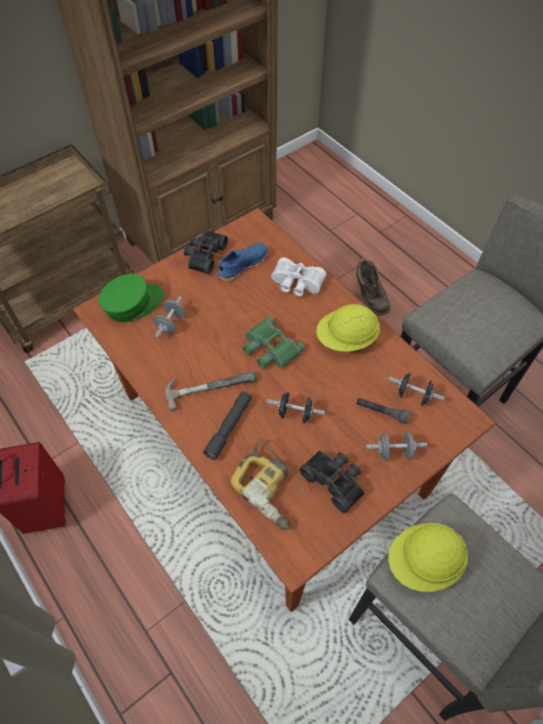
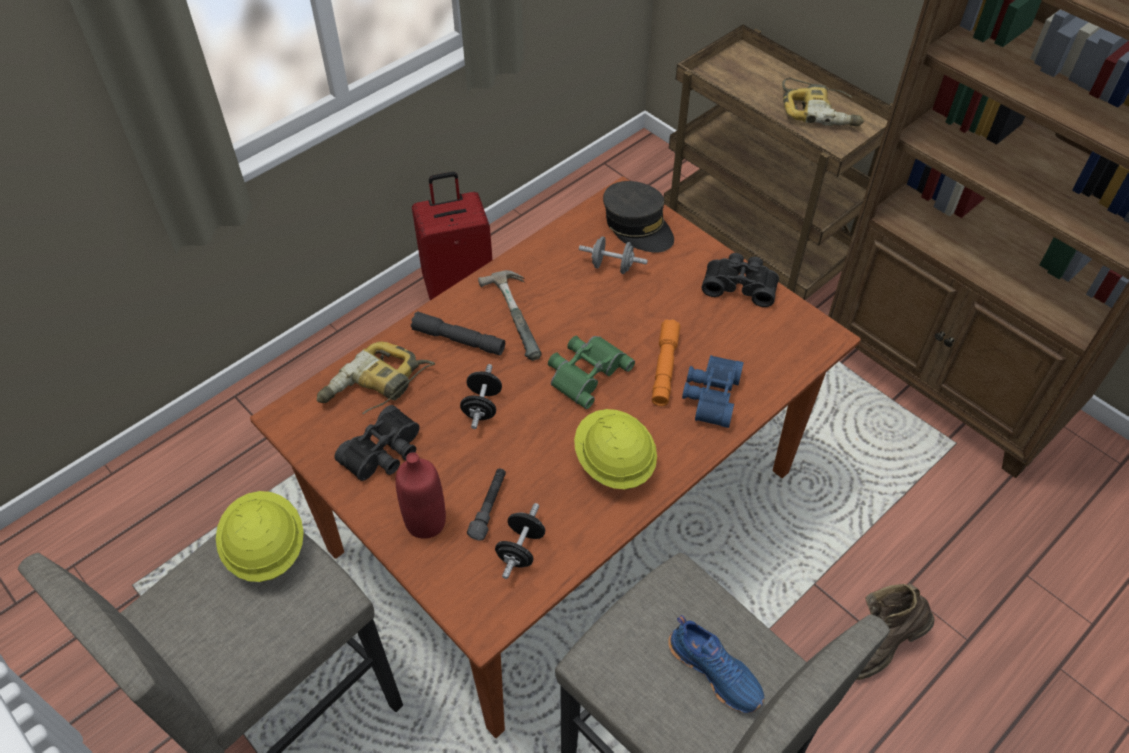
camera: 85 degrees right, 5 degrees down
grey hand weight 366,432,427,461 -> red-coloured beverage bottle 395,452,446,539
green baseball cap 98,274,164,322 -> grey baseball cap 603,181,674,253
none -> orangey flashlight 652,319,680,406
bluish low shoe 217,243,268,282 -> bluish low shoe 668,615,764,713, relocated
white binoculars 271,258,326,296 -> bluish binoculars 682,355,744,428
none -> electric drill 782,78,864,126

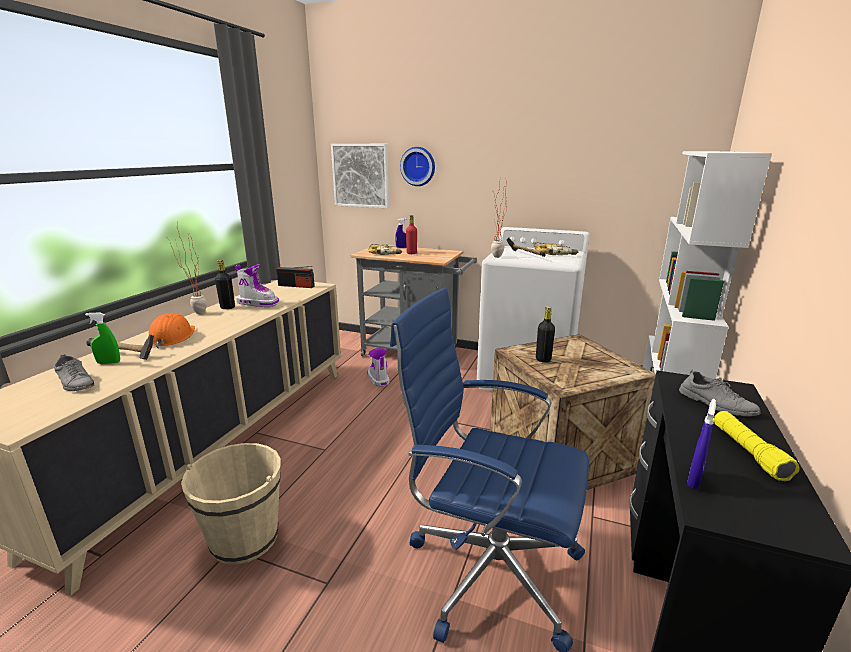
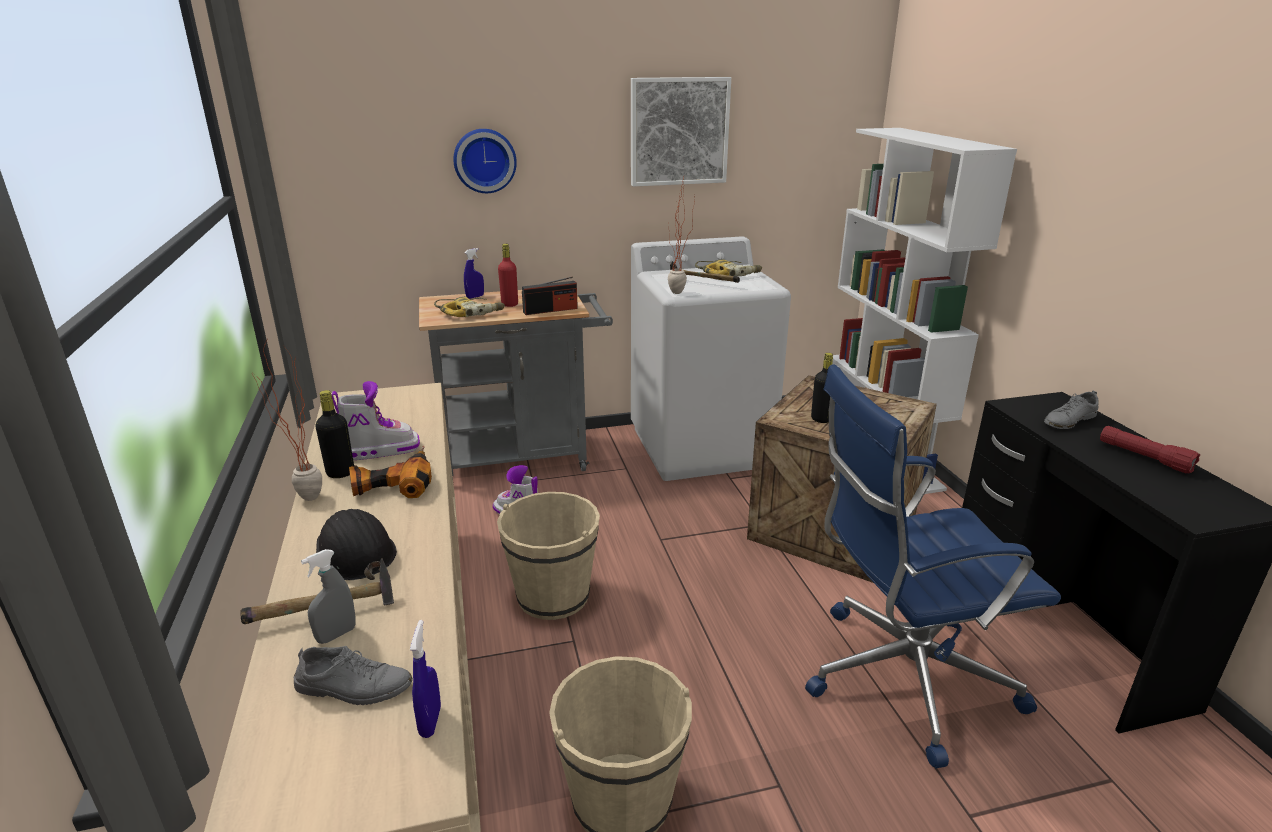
camera: 35 degrees left, 5 degrees up
green hand sprayer 85,313,120,364 -> grey hand sprayer 301,549,356,644
orangey safety helmet 149,313,195,349 -> blackish safety helmet 316,509,397,580
none -> electric drill 349,446,432,498
bluish hand sprayer 687,399,716,489 -> bluish hand sprayer 410,620,441,738, relocated
none -> beige water bucket 497,492,600,620
radio set 276,266,315,288 -> radio set 522,276,578,315, relocated
picture 331,144,389,208 -> picture 631,77,731,187, relocated
grey low shoe 679,369,761,416 -> grey low shoe 1044,390,1099,429, 135 degrees clockwise
yellowish flashlight 714,411,799,481 -> red-coloured flashlight 1100,426,1200,474

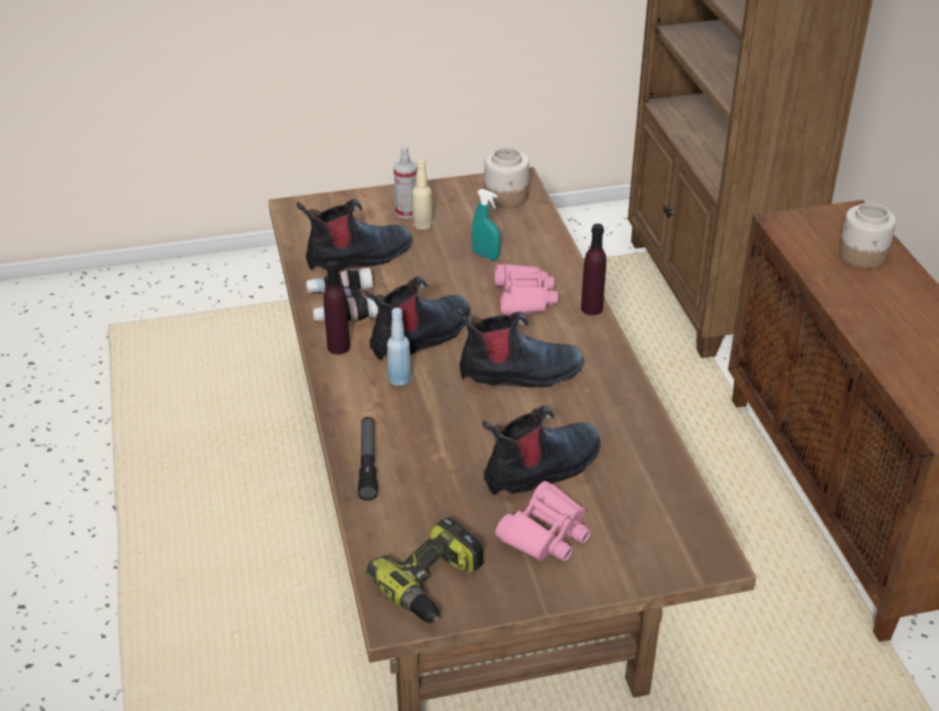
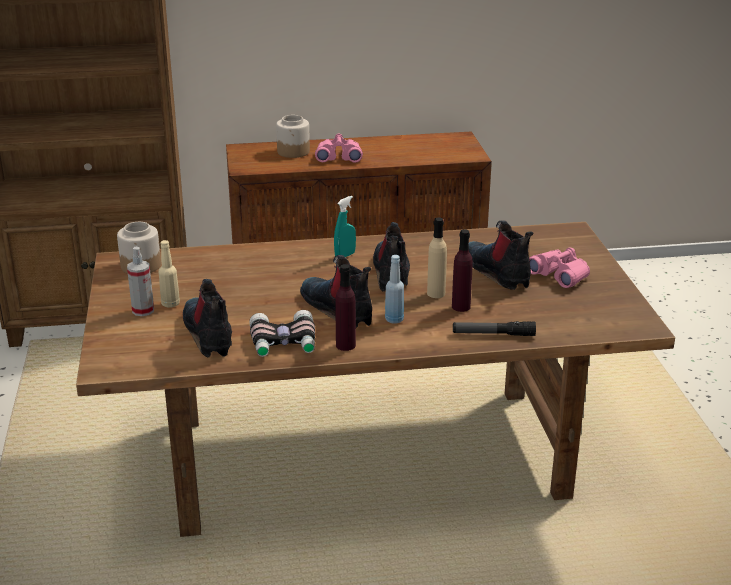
camera: 85 degrees left, 10 degrees down
pink binoculars 495,264,558,315 -> pink binoculars 315,134,363,163, relocated
turquoise-coloured hand sprayer 472,189,500,260 -> turquoise-coloured hand sprayer 334,196,356,257, relocated
none -> beige beverage bottle 427,217,447,298
purple beverage bottle 581,224,606,315 -> purple beverage bottle 452,229,473,312, relocated
electric drill 366,518,484,623 -> none

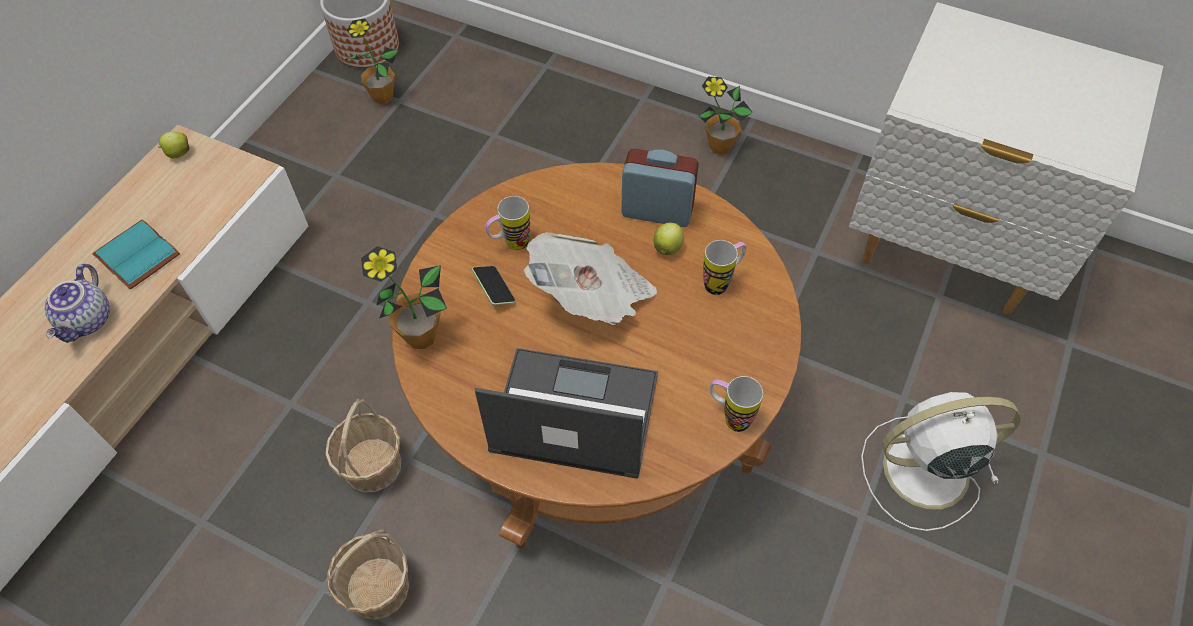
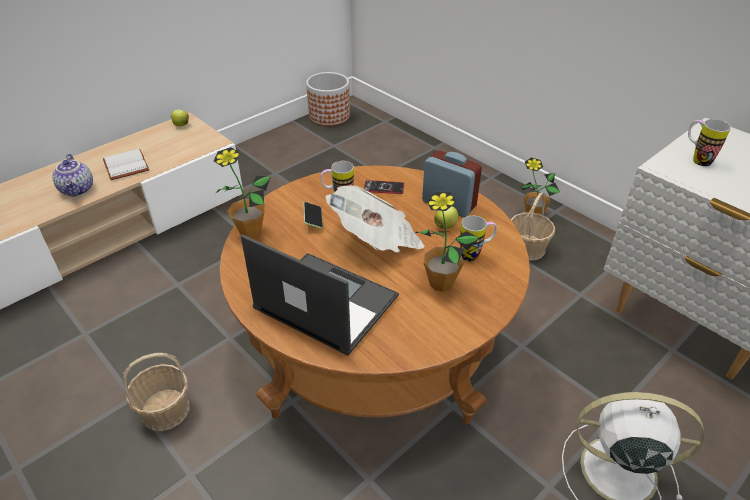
camera: 20 degrees right, 15 degrees down
pot for tea 45,264,110,343 -> pot for tea 52,154,93,197, 45 degrees counterclockwise
turquoise-coloured book 92,220,180,289 -> white book 103,149,149,180
none -> handset 364,180,404,194
plant in a pot 345,18,398,104 -> plant in a pot 414,192,479,292, relocated
household basket 325,399,402,493 -> household basket 511,193,555,261, relocated
coffee mug 710,376,763,432 -> coffee mug 688,119,731,166, relocated

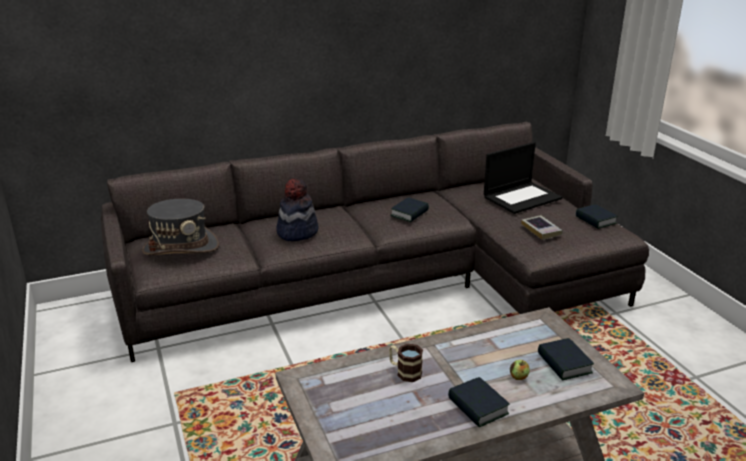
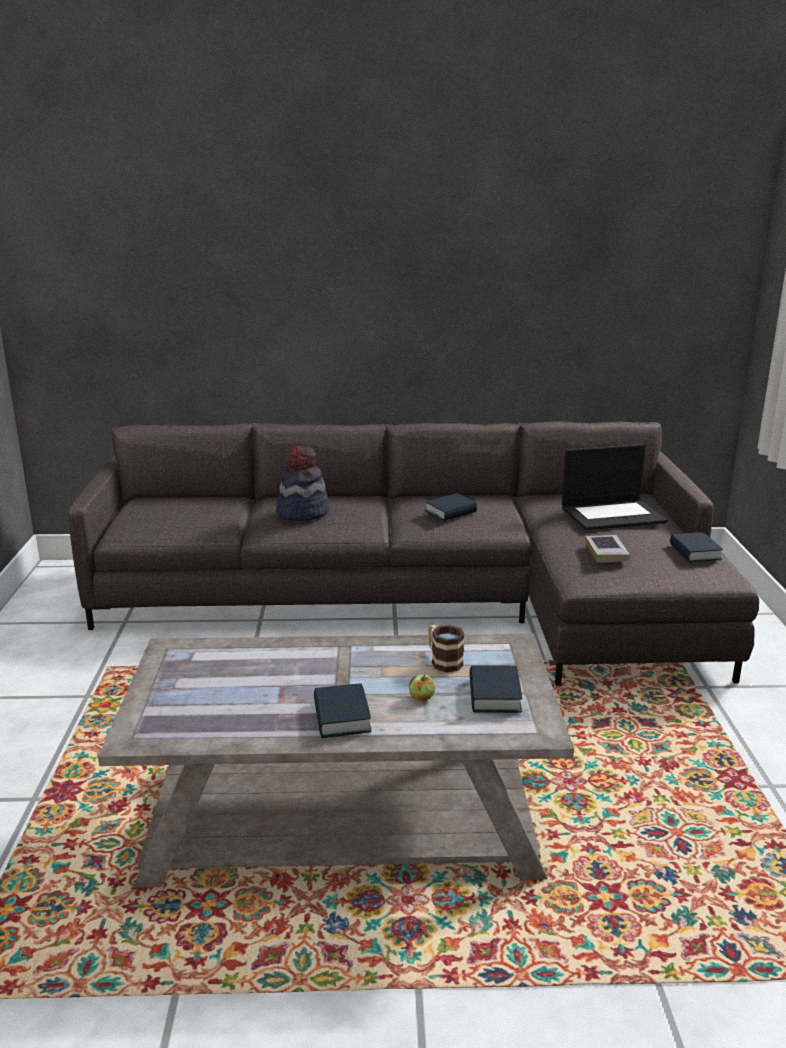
camera: 20 degrees right, 5 degrees down
coffee mug 389,344,423,382 -> coffee mug 428,625,465,672, relocated
grey hat 142,199,219,255 -> none

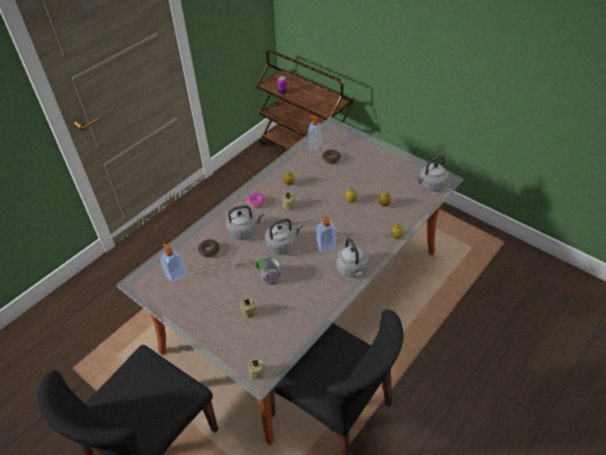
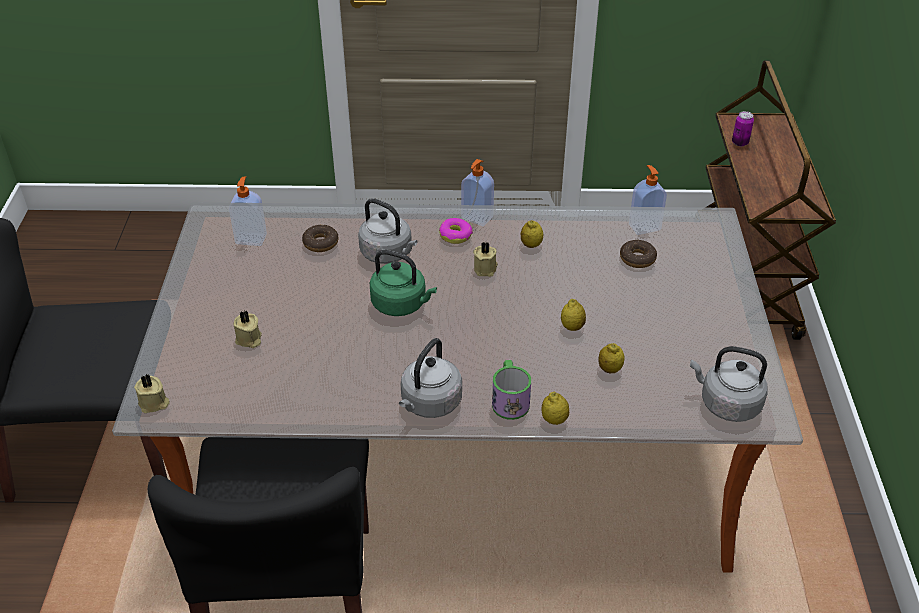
camera: 50 degrees right, 5 degrees down
grey tea kettle 265,219,303,255 -> green tea kettle 370,250,437,316
soap bottle 317,216,336,252 -> soap bottle 461,159,494,226, relocated
coffee mug 255,257,281,285 -> coffee mug 492,360,531,420, relocated

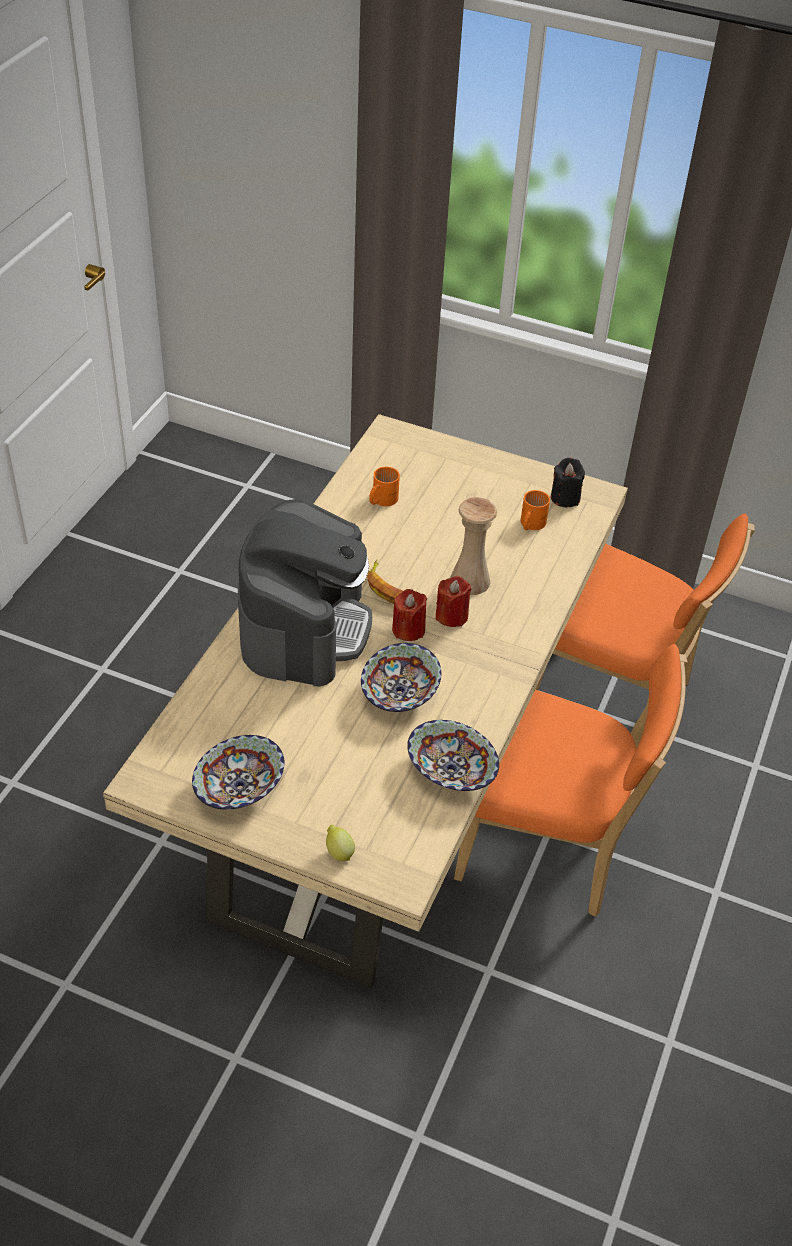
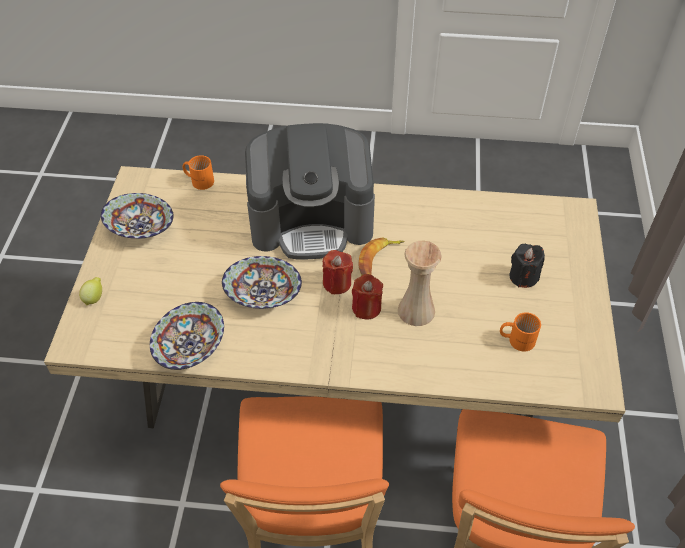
camera: 75 degrees right, 5 degrees up
orangey coffee mug 369,467,400,506 -> orangey coffee mug 183,155,214,190, relocated
blackish wax light 551,458,585,507 -> blackish wax light 509,244,545,288, relocated

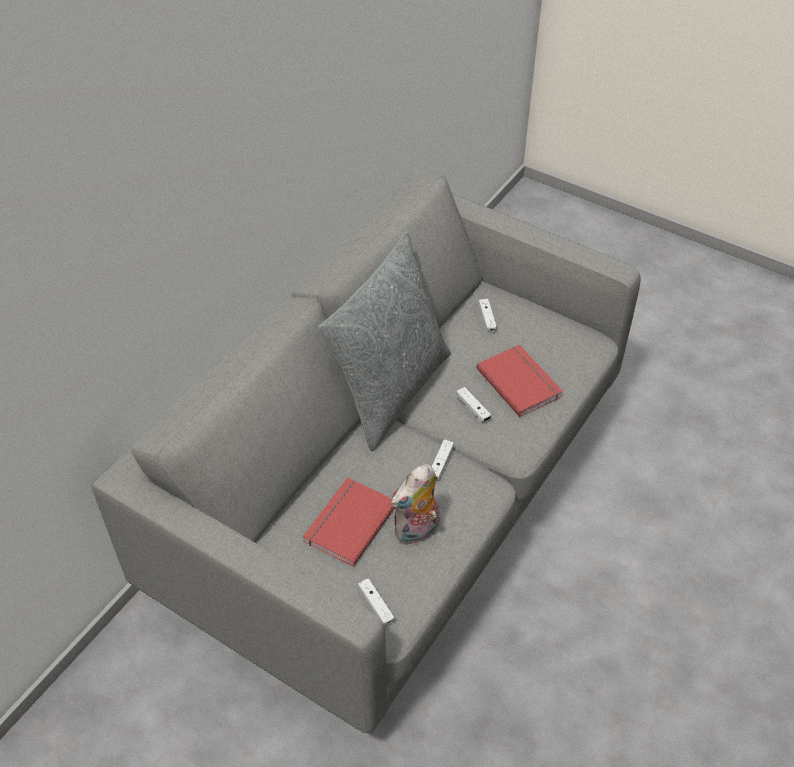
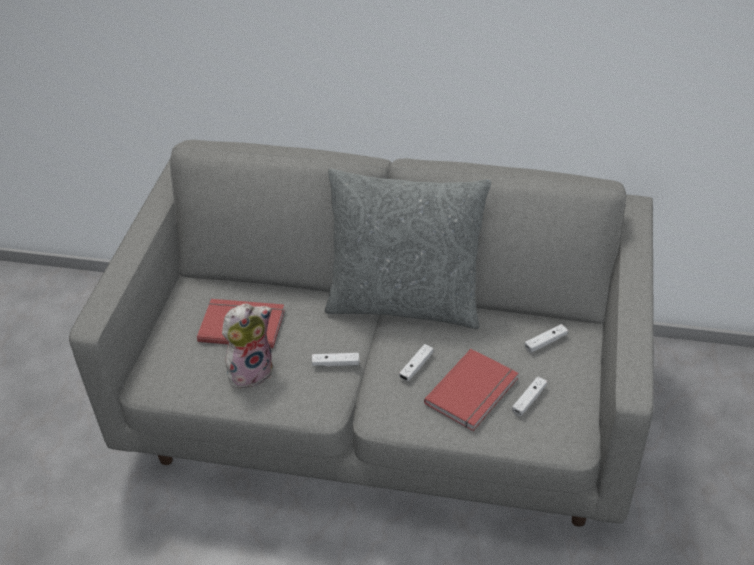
camera: 70 degrees right, 5 degrees down
cuddly toy 391,464,440,546 -> cuddly toy 222,303,273,388, 120 degrees clockwise
white gamepad 358,578,395,627 -> white gamepad 512,376,547,416, relocated

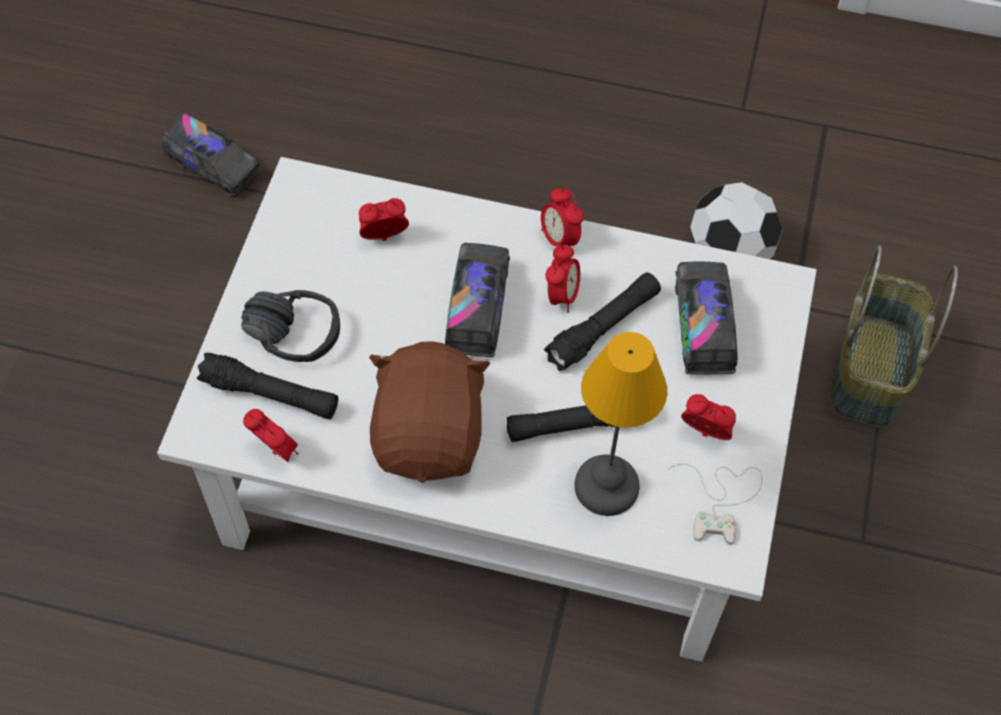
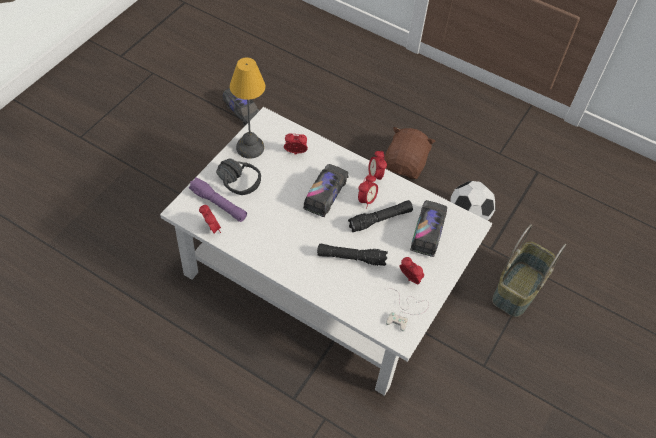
camera: 15 degrees right, 5 degrees down
blackish flashlight 197,353,338,419 -> purple flashlight 189,177,247,222
tabletop lamp 575,332,667,516 -> tabletop lamp 230,57,266,159, relocated
brownish cuddly toy 369,341,491,483 -> brownish cuddly toy 385,127,435,179, relocated

